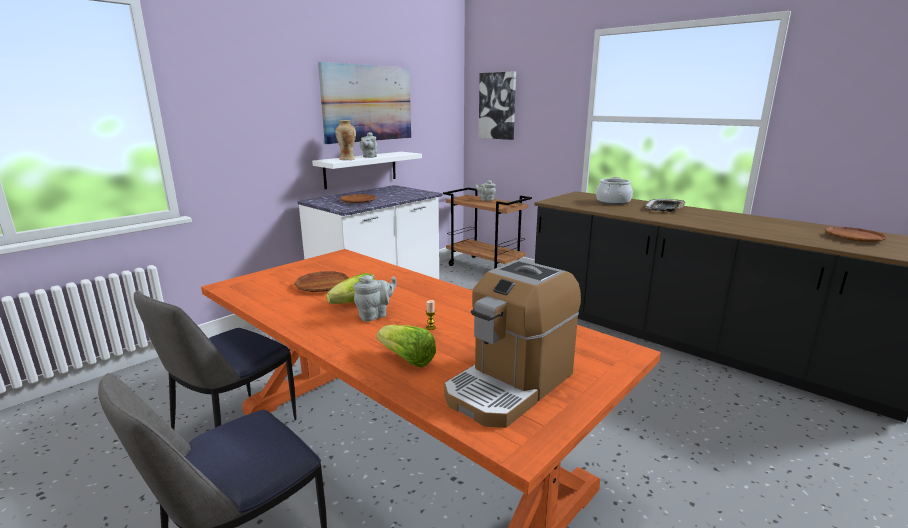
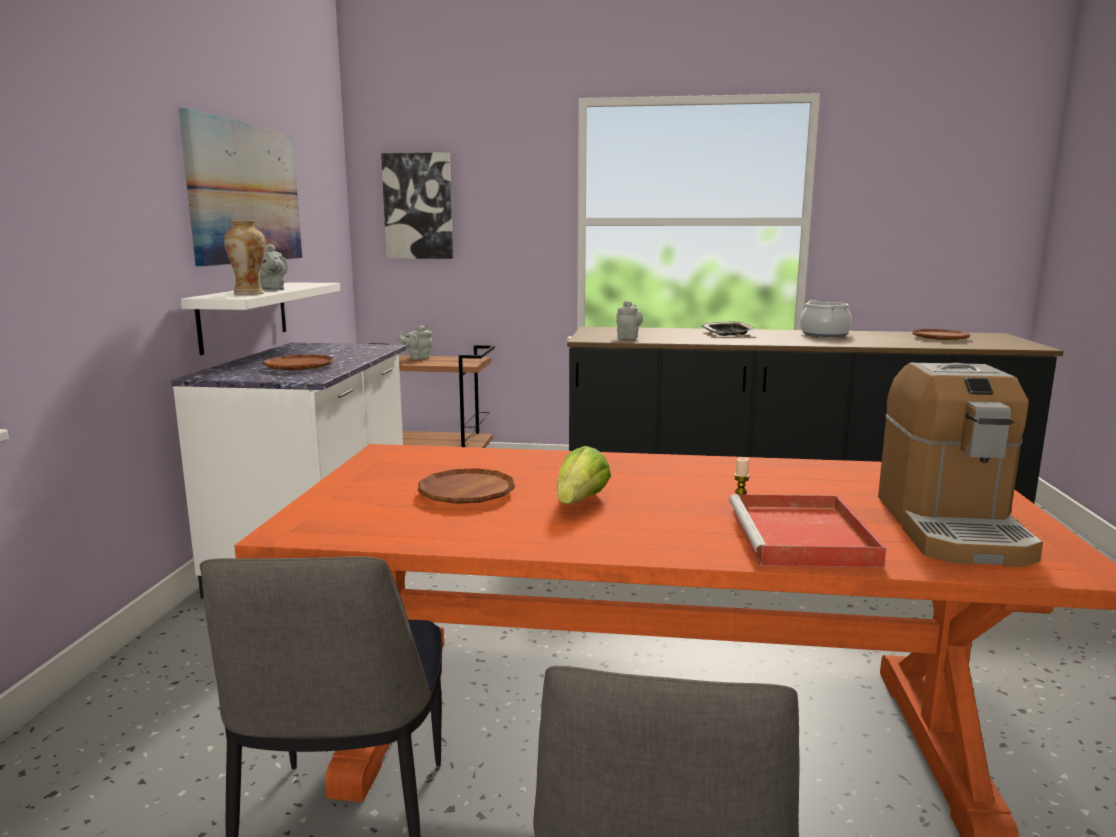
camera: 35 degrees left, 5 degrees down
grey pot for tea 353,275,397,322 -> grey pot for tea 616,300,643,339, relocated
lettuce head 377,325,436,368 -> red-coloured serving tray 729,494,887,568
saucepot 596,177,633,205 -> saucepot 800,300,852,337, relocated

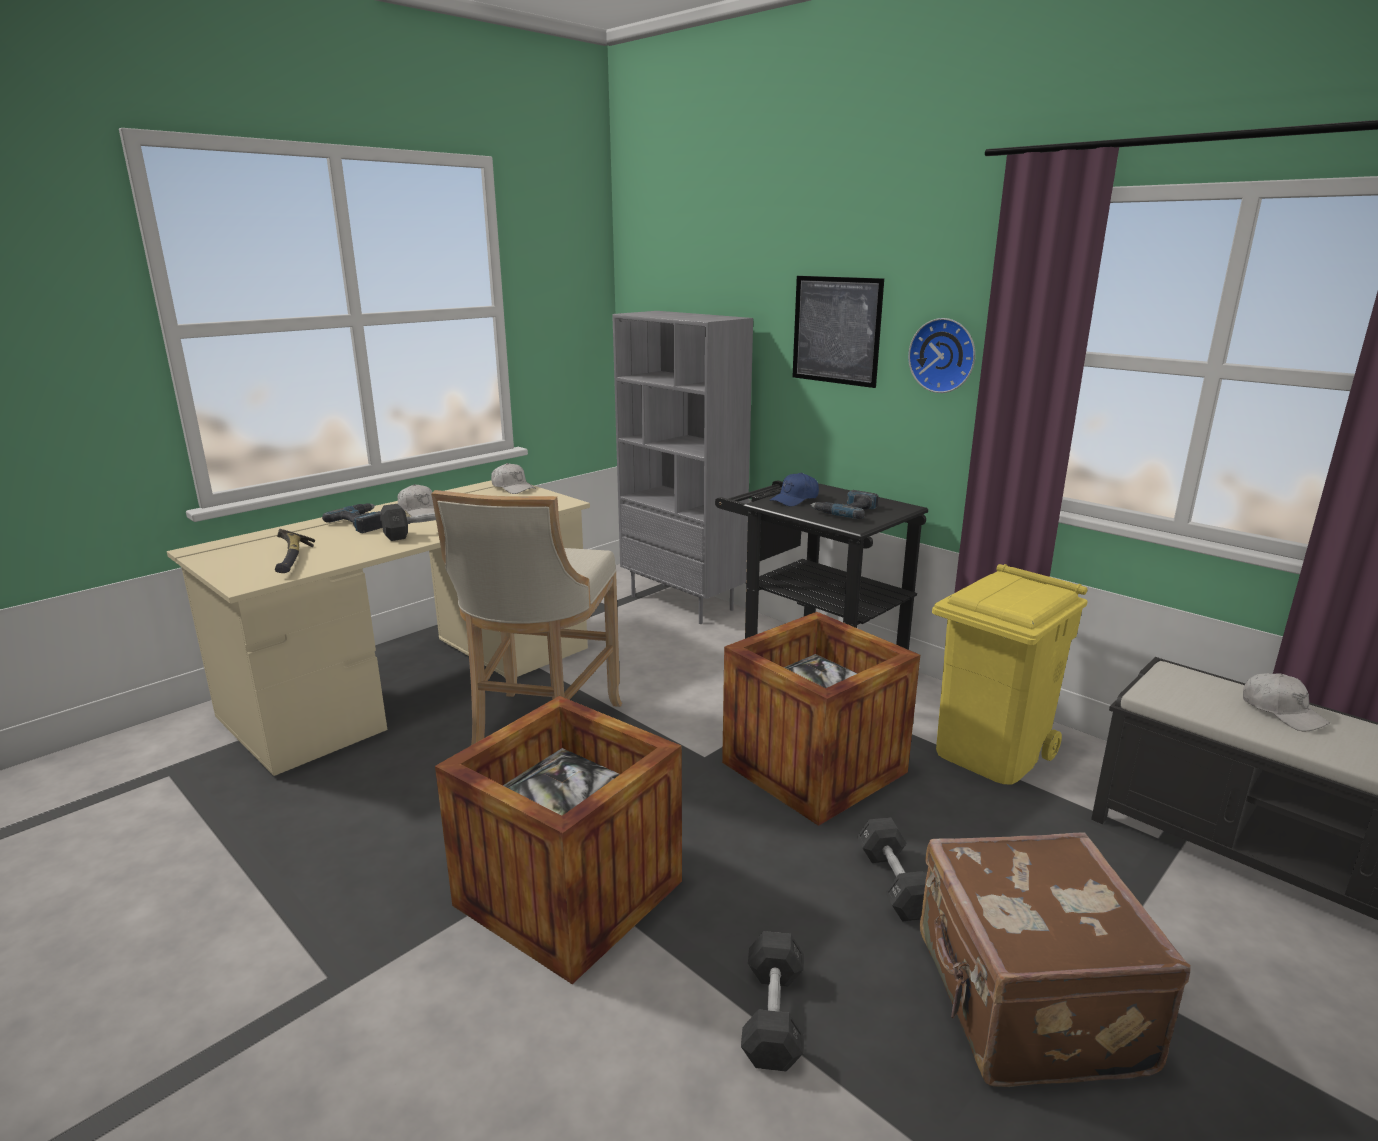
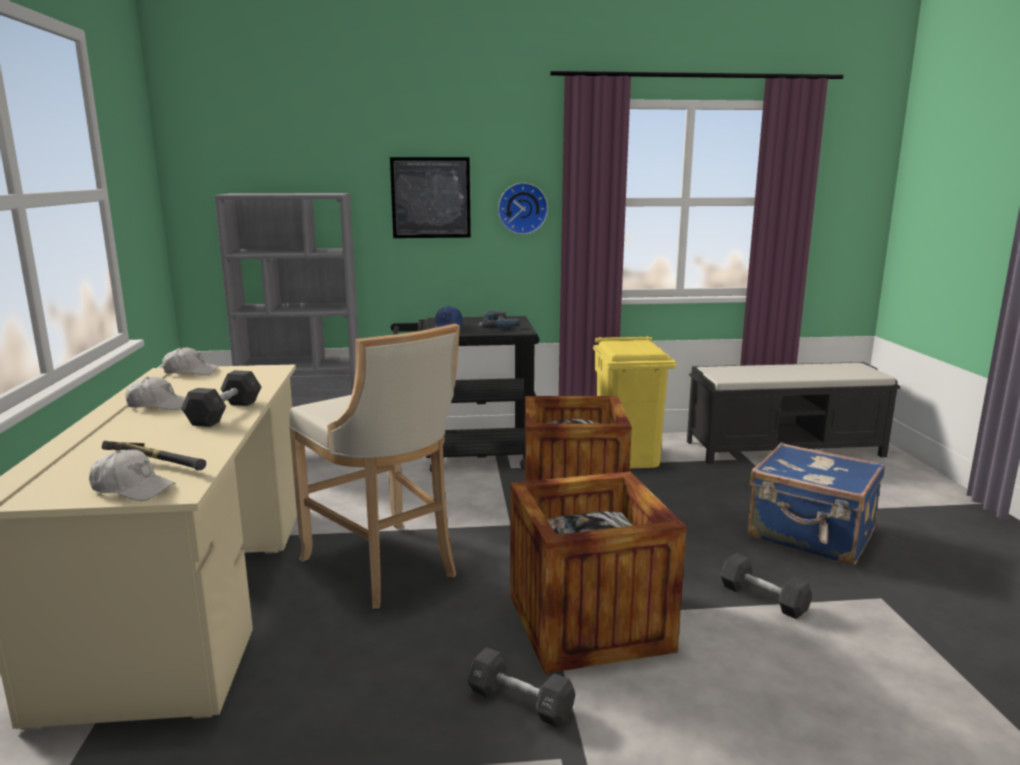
camera: 50 degrees left, 5 degrees down
white baseball cap 1243,673,1330,731 -> white baseball cap 89,450,176,501, relocated
blackish hand weight 857,817,926,922 -> blackish hand weight 467,647,575,728, relocated
brownish piece of luggage 920,833,1191,1087 -> bluish piece of luggage 748,443,885,565
electric drill 322,503,382,533 -> none

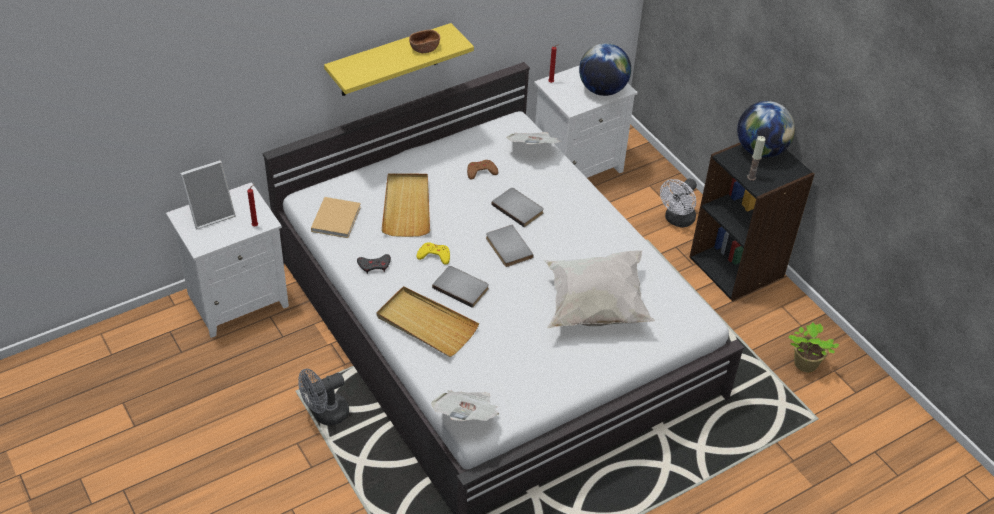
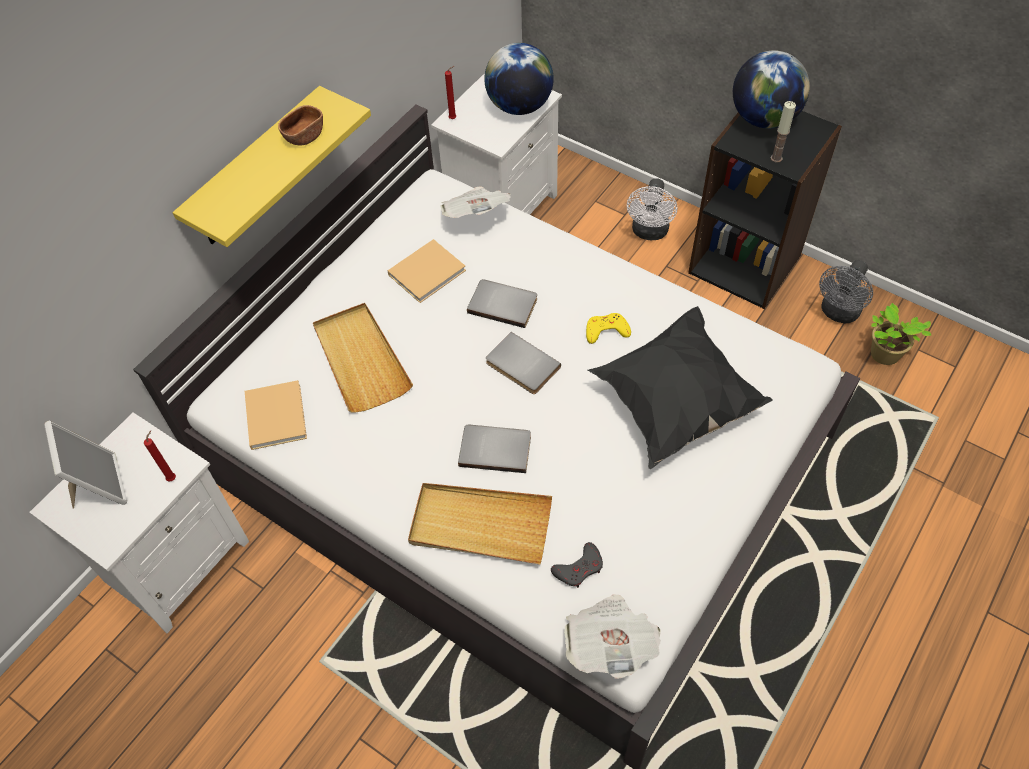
camera: 20 degrees left, 10 degrees up
standing frame 180,160,236,229 -> standing frame 44,421,127,509, 60 degrees counterclockwise
brownish gamepad 467,160,498,179 -> beige book 387,239,466,303
grey gamepad 357,254,391,274 -> grey gamepad 551,542,603,588, relocated
yellowish gamepad 417,242,450,265 -> yellowish gamepad 586,313,631,344, relocated
white throw pillow 544,250,655,328 -> blackish throw pillow 588,306,773,469
grey cooling fan 298,369,349,426 -> grey cooling fan 819,260,873,323, relocated

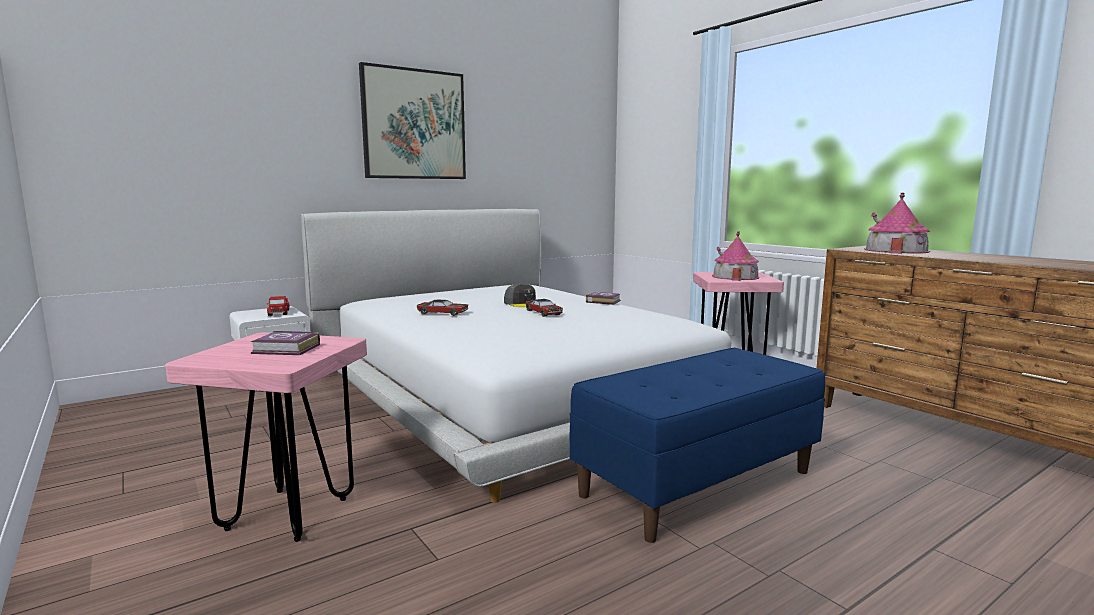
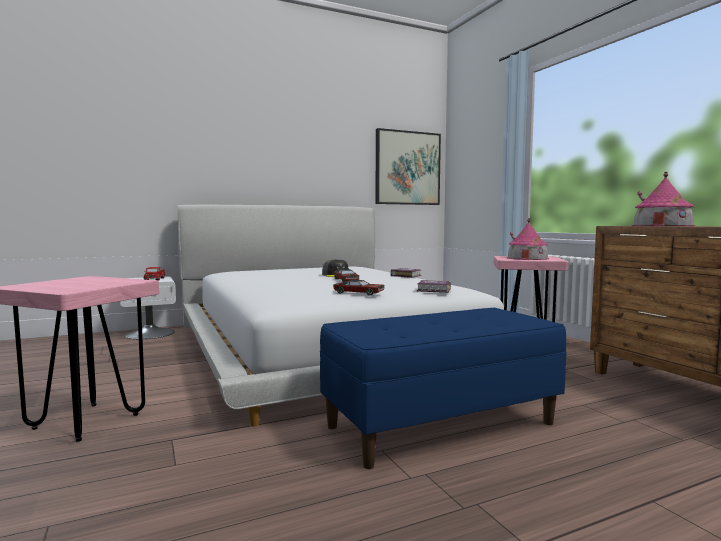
camera: 10 degrees right, 5 degrees down
model car 417,300,469,316 -> model car 333,280,385,296, relocated
picture 359,62,466,179 -> picture 376,128,441,205, relocated
book 251,331,320,355 -> book 417,280,451,293, relocated

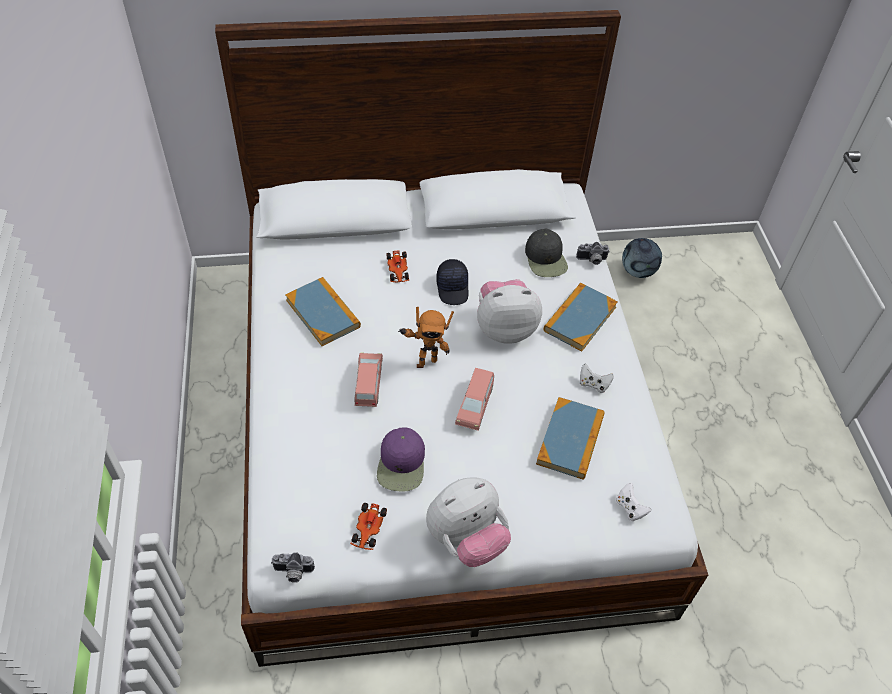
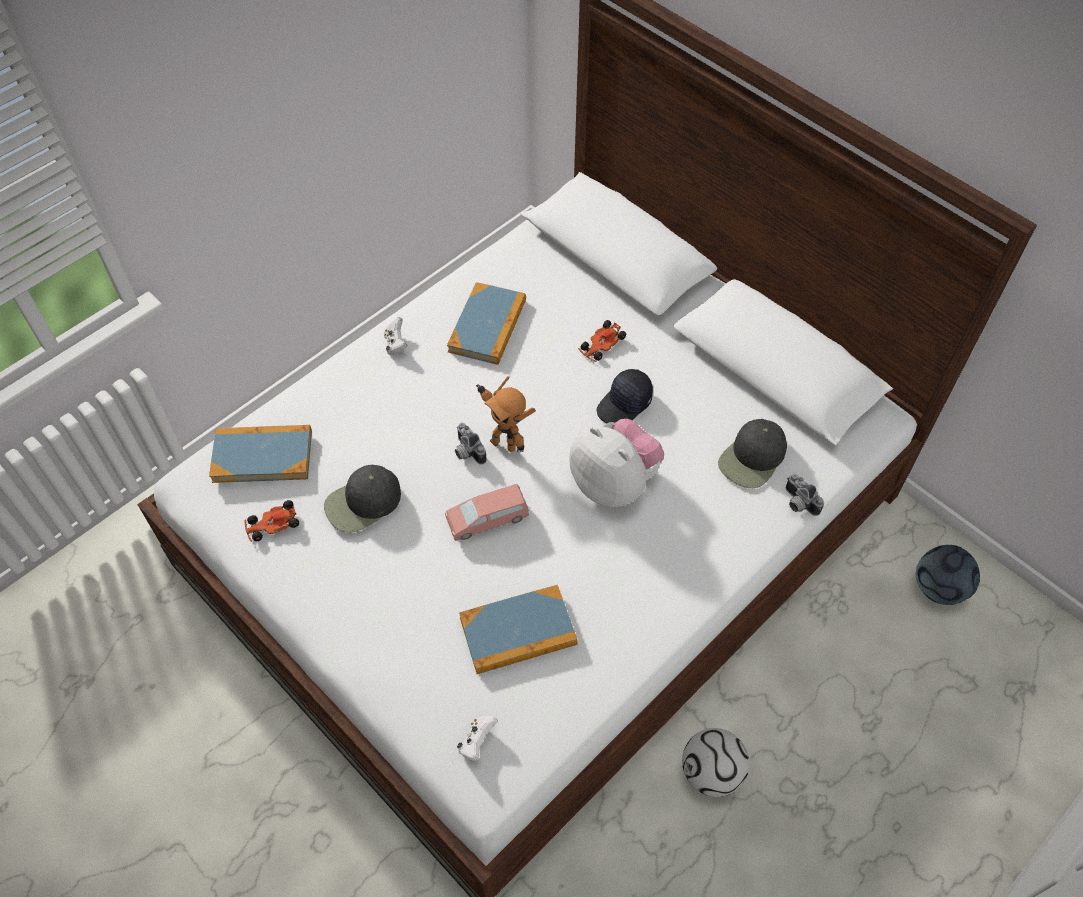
camera: 55 degrees right, 5 degrees up
book 544,283,618,352 -> book 209,425,312,483, relocated
purple baseball cap 377,427,425,492 -> blackish baseball cap 324,465,401,533
white gamepad 580,363,614,393 -> white gamepad 384,317,408,355, relocated
photo camera 271,552,315,583 -> photo camera 455,423,487,465, relocated
none -> ball for football 682,728,749,797
pink model car 355,352,383,407 -> none
cuddly toy 426,477,511,567 -> none

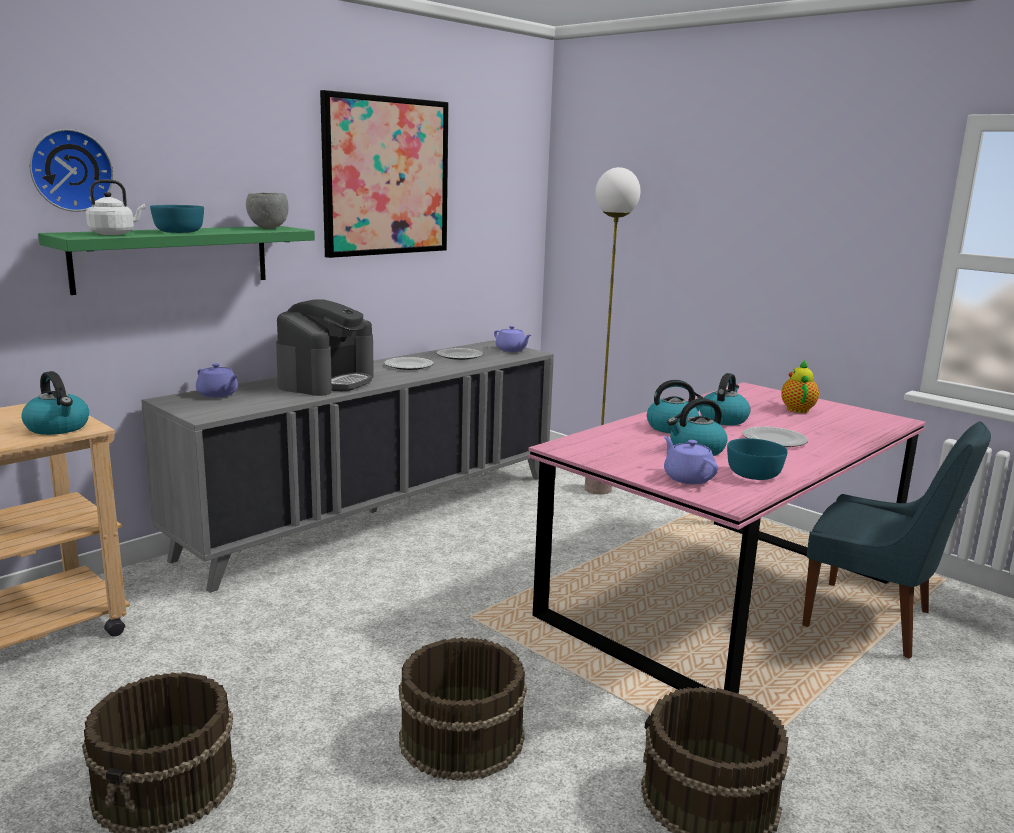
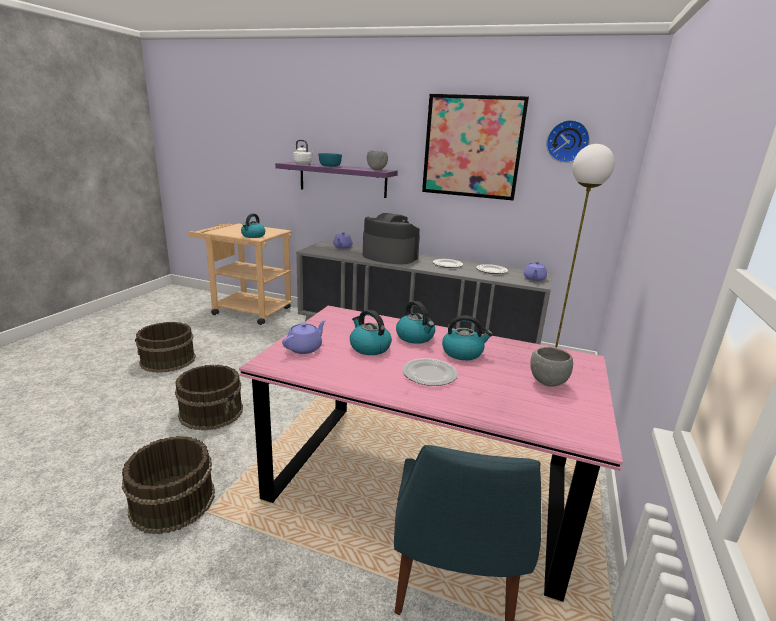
camera: 65 degrees right, 5 degrees up
green bracket shelf 38,226,315,295 -> purple bracket shelf 275,162,398,198
coffee brewer 276,299,374,396 -> coffee brewer 363,213,420,264, 150 degrees counterclockwise
pot for tea 781,359,819,413 -> grey serving bowl 530,347,573,387
hanging clock 29,129,114,212 -> hanging clock 546,120,590,163, relocated
turquoise-coloured serving bowl 727,438,788,480 -> none

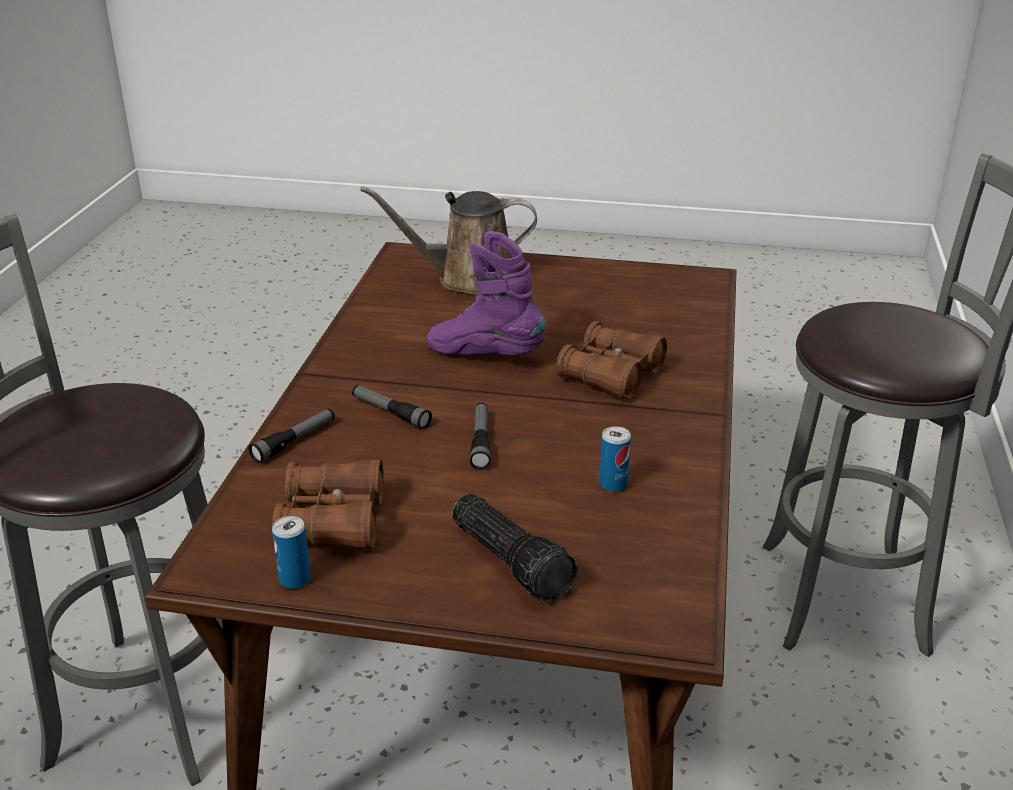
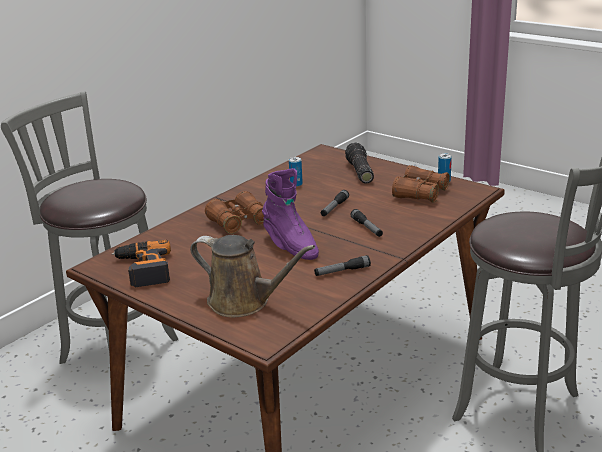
camera: 150 degrees left, 5 degrees down
none -> electric drill 112,240,171,287
flashlight 249,408,335,463 -> flashlight 314,255,371,276, relocated

